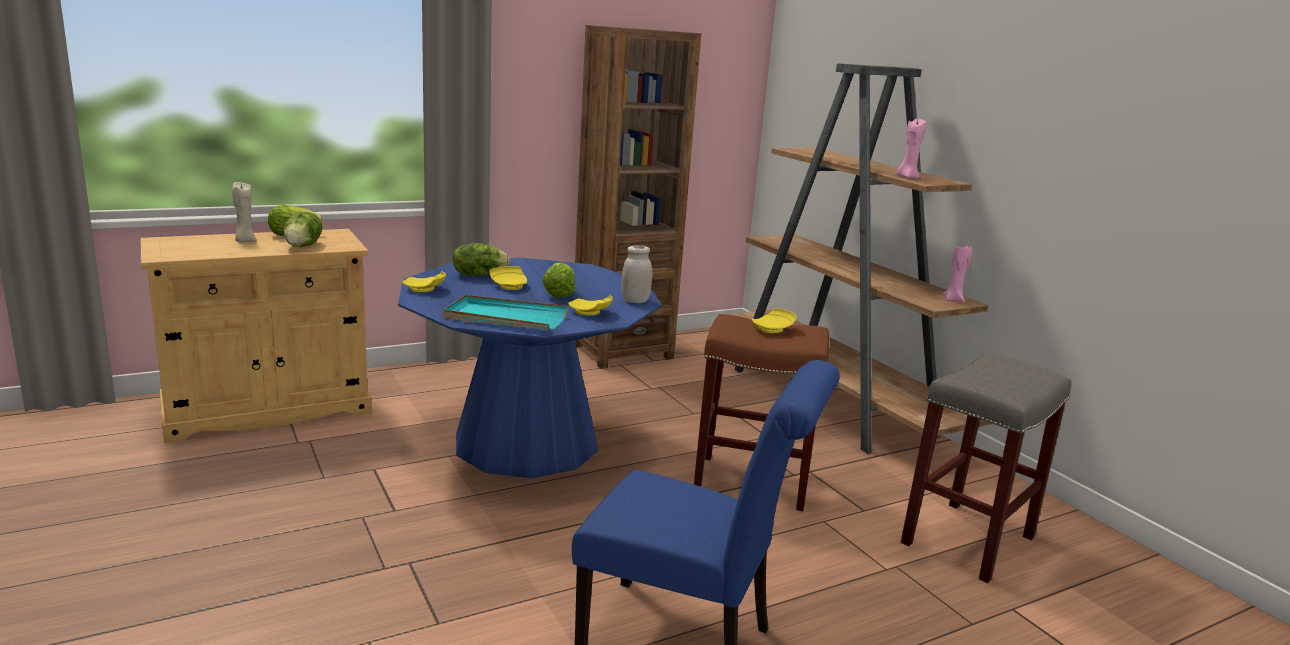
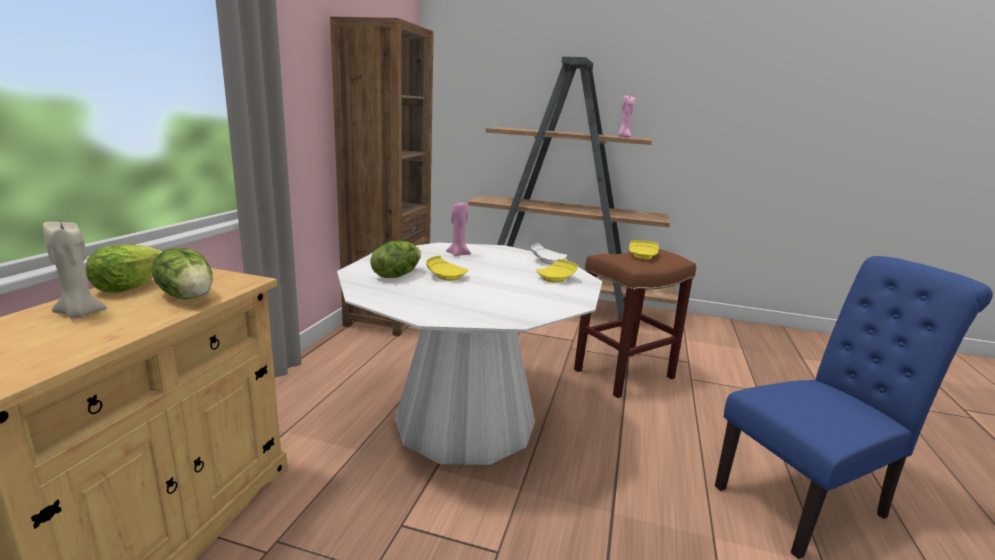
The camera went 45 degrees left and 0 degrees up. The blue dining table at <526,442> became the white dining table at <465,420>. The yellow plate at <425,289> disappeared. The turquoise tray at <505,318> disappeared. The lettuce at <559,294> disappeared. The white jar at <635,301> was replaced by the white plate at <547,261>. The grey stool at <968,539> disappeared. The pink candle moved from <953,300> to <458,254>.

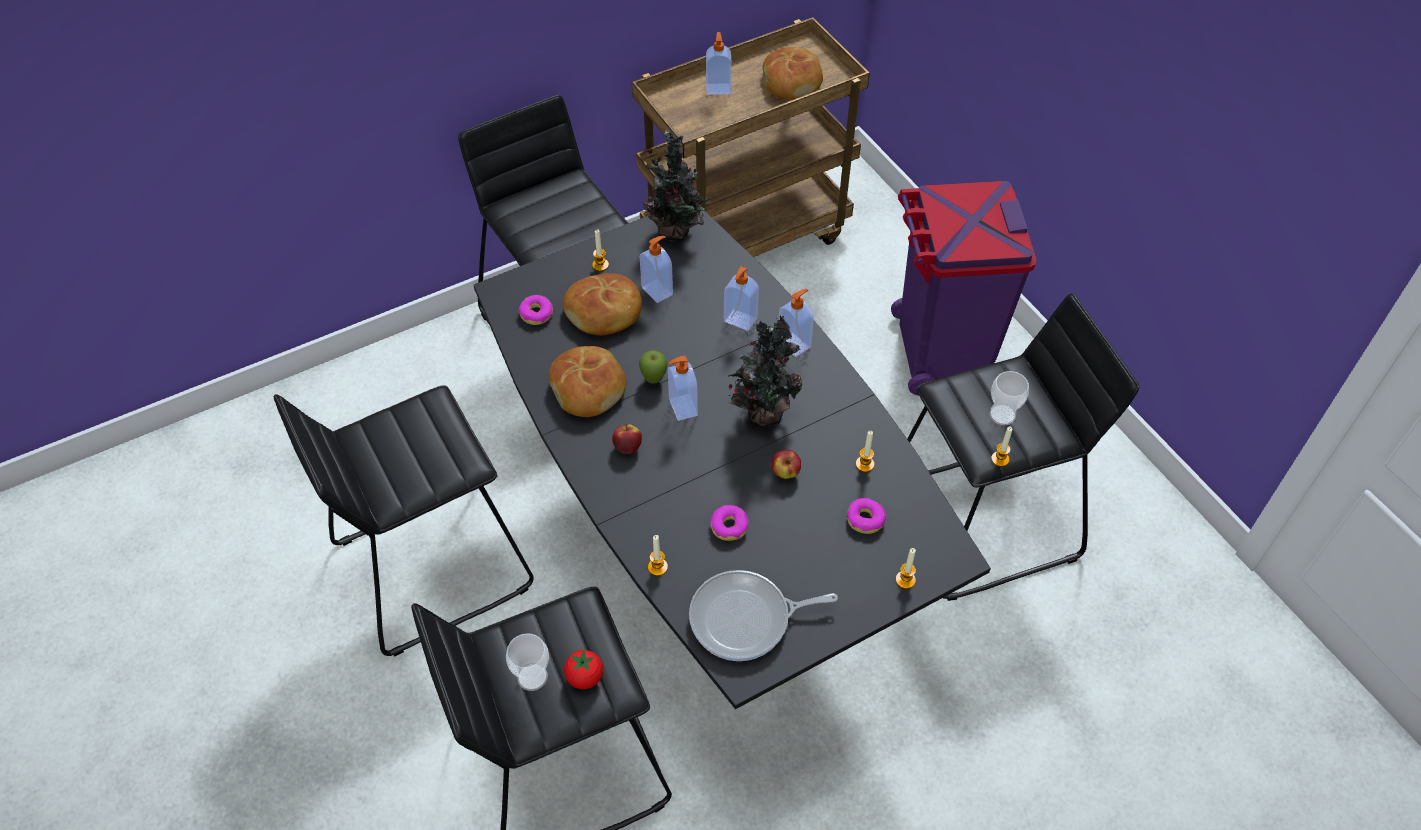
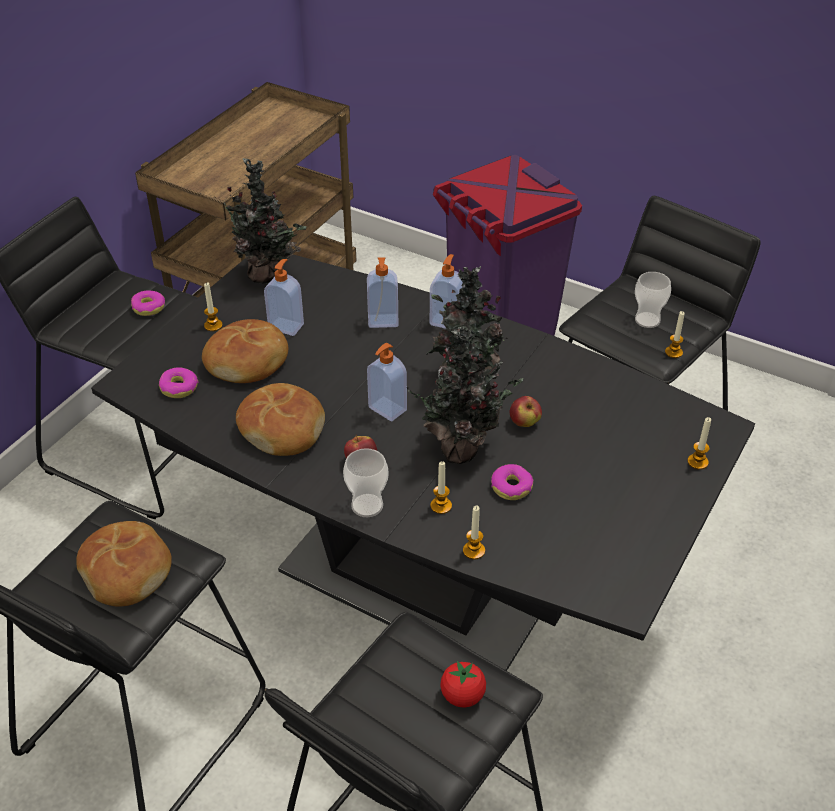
The camera went 30 degrees left and 10 degrees down. The cup moved from <532,677> to <367,505>. The apple at <654,380> disappeared. The frying pan at <745,620> disappeared. The soap dispenser at <718,88> disappeared. The bread moved from <792,81> to <127,571>. The donut moved from <865,519> to <149,307>. The candle moved from <864,464> to <441,506>. The potted plant at <462,449> appeared.

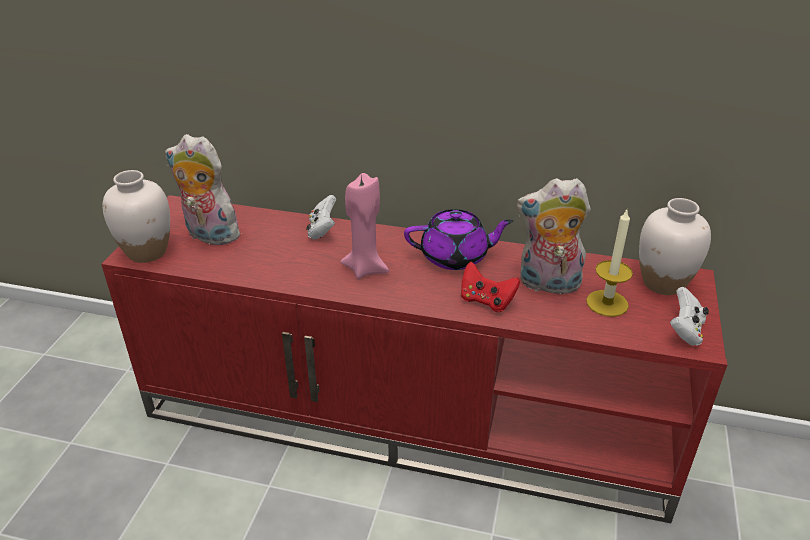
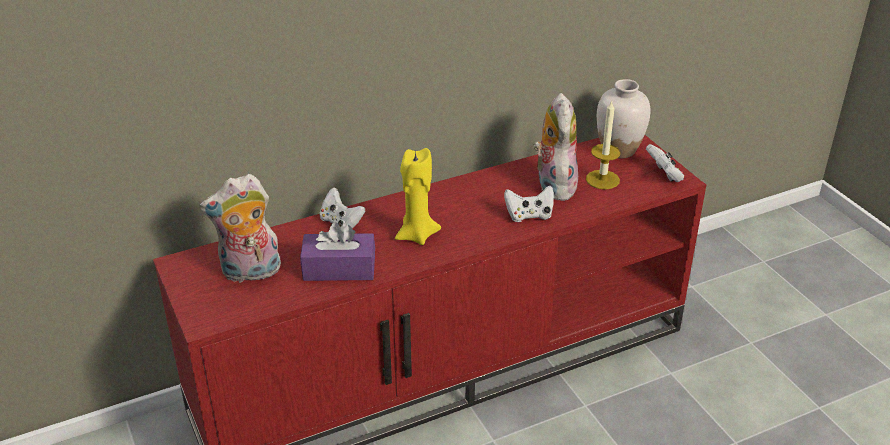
The camera went 40 degrees left and 0 degrees up. The white vase at <147,252> disappeared. The pink candle at <365,268> became the yellow candle at <416,235>. The purple teapot at <455,257> disappeared. The red game controller at <486,301> became the white game controller at <529,215>. The plush toy at <547,285> turned 120 degrees clockwise. The purple tissue box at <339,269> appeared.

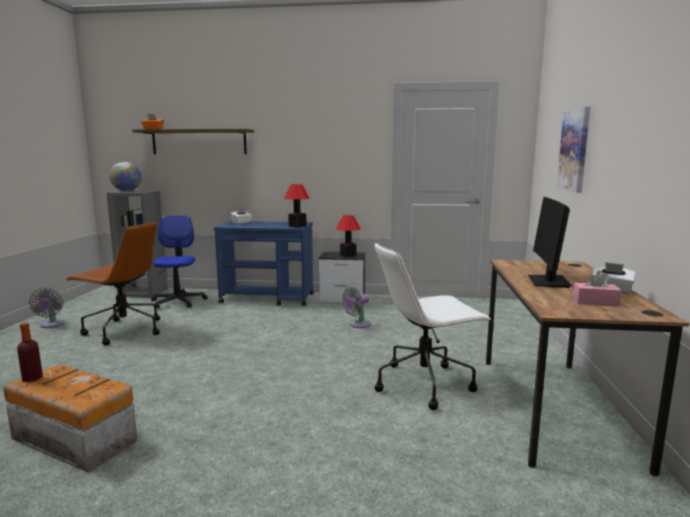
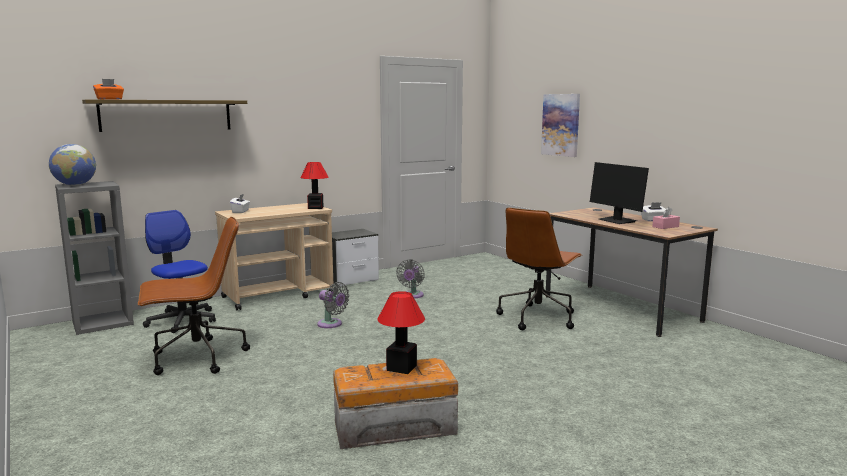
The camera went 40 degrees left and 0 degrees up. The bottle at <32,378> disappeared. The grey fan moved from <51,325> to <331,324>. The blue cart at <268,298> became the beige cart at <279,295>. The table lamp moved from <348,255> to <402,367>. The white office chair at <425,383> became the brown office chair at <537,317>.

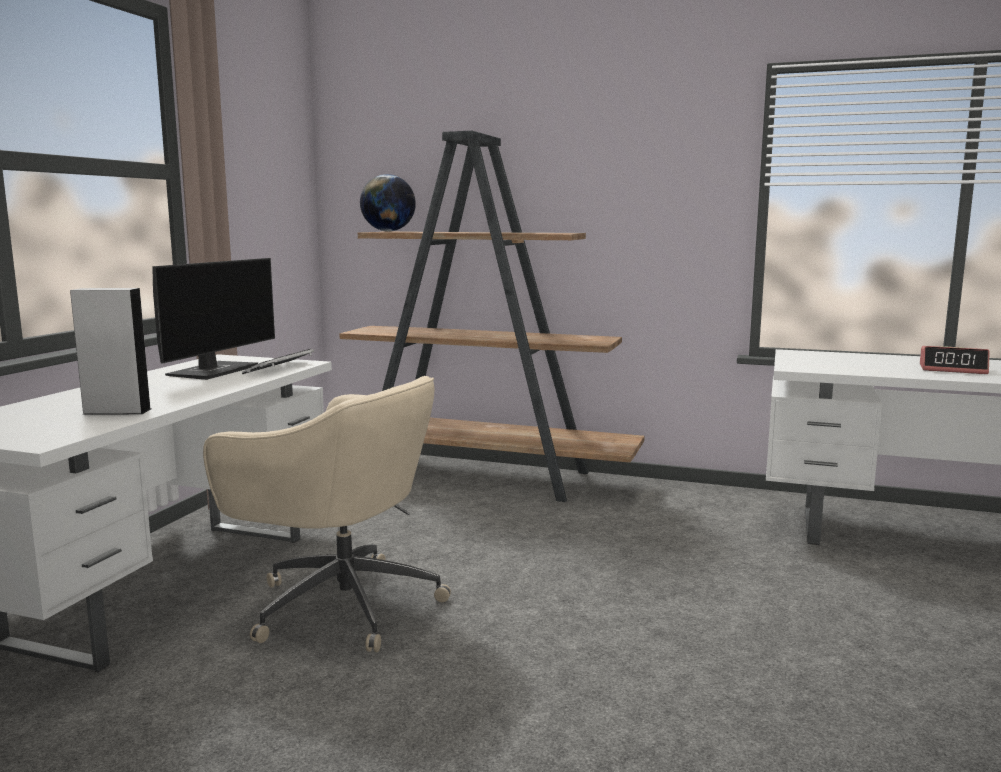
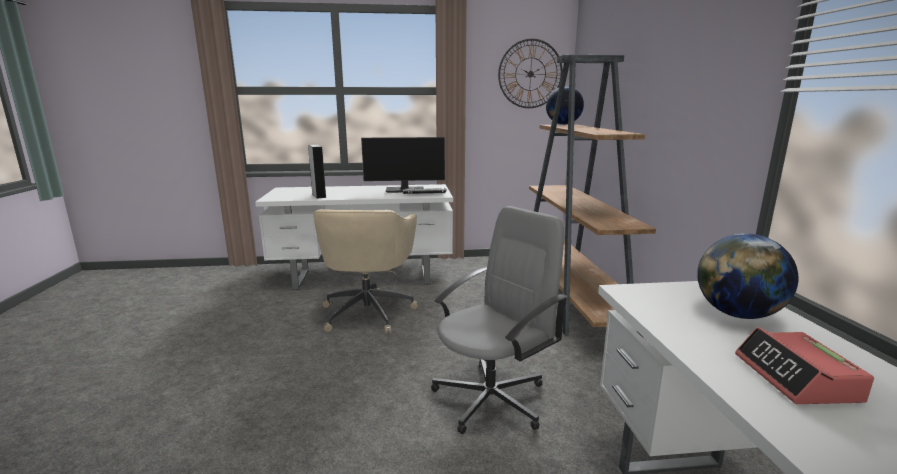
The camera went 65 degrees right and 5 degrees up. The grey office chair at <492,398> appeared. The wall clock at <530,74> appeared. The globe at <737,314> appeared.

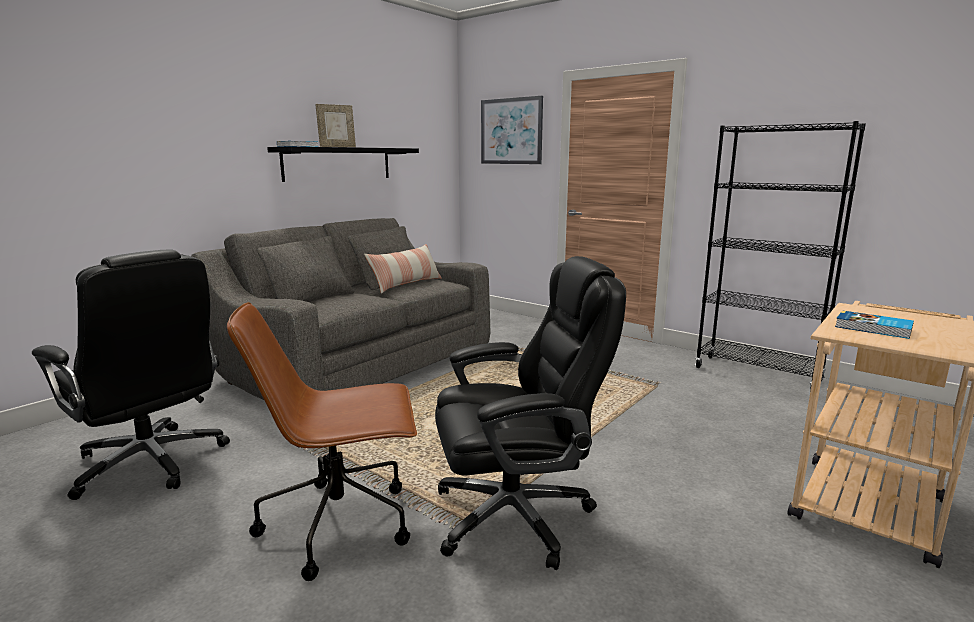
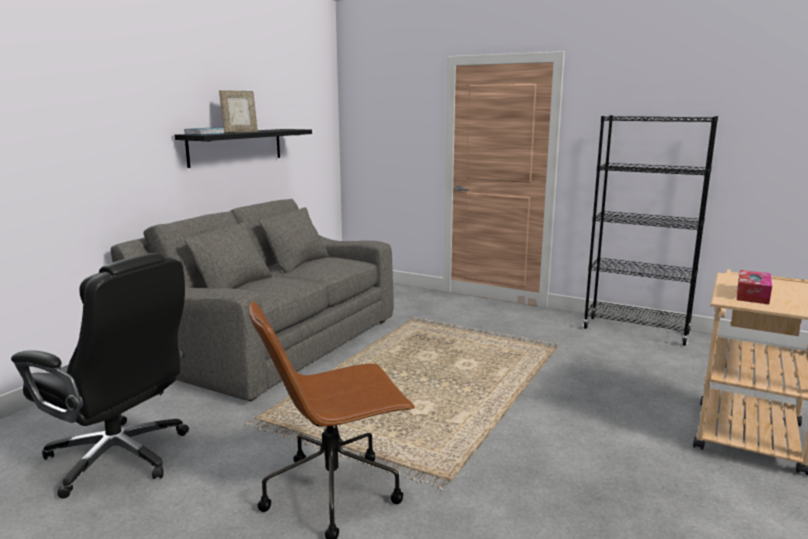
The camera went 10 degrees left and 0 degrees up. The pillow at <406,284> disappeared. The black office chair at <516,515> disappeared. The picture at <511,131> disappeared. The book at <873,328> was replaced by the tissue box at <752,295>.

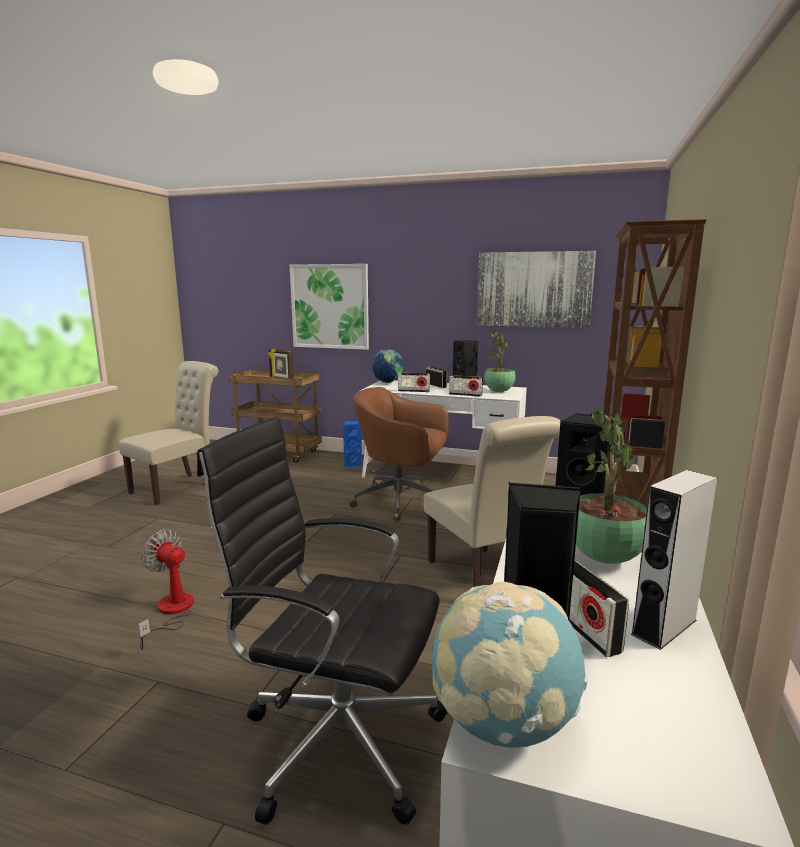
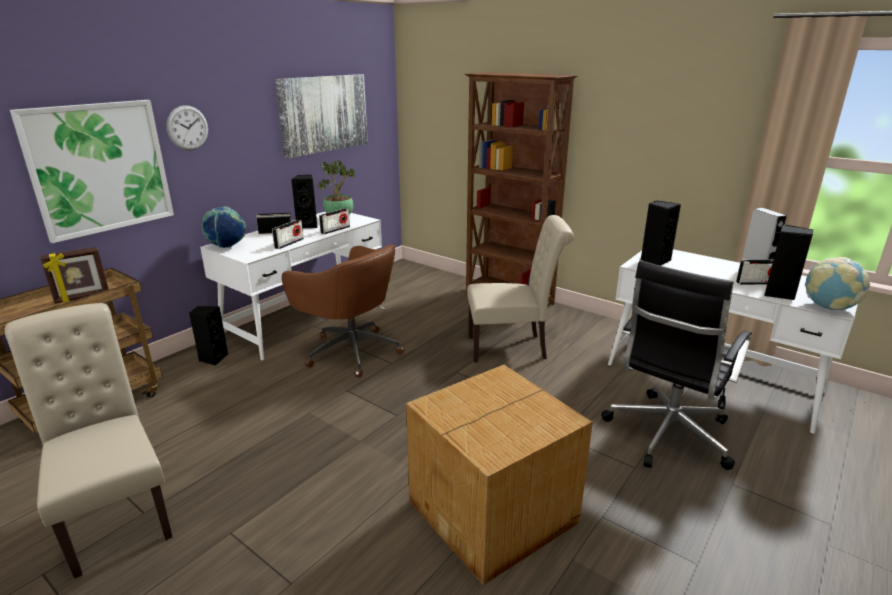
The camera went 70 degrees left and 10 degrees up. The fan at <171,612> was replaced by the cardboard box at <495,512>. The blue speaker at <352,464> became the black speaker at <213,358>. The brown office chair at <401,502> turned 90 degrees counterclockwise. The potted plant at <605,560> disappeared. The wall clock at <187,128> appeared.

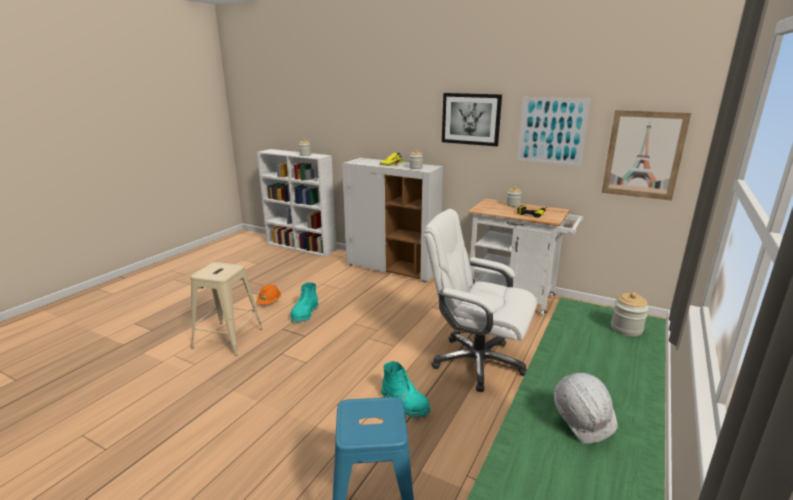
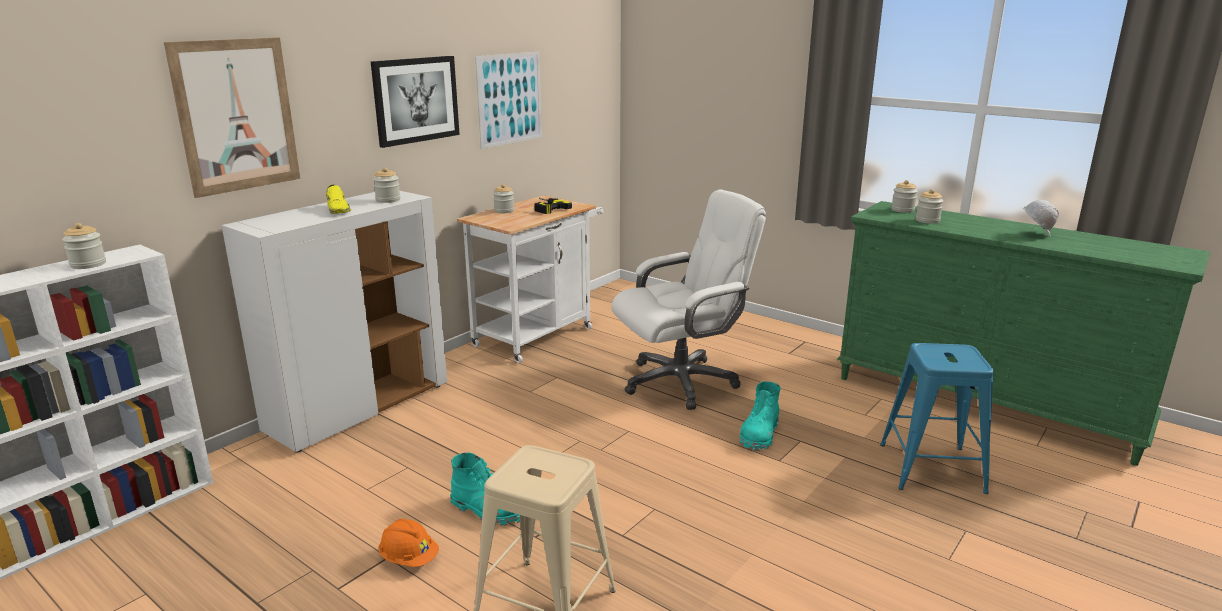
The camera went 80 degrees left and 0 degrees up. The turquoise boot at <405,404> turned 150 degrees clockwise. The white office chair at <476,362> turned 150 degrees counterclockwise. The picture moved from <643,155> to <236,116>. The jar at <927,220> appeared.

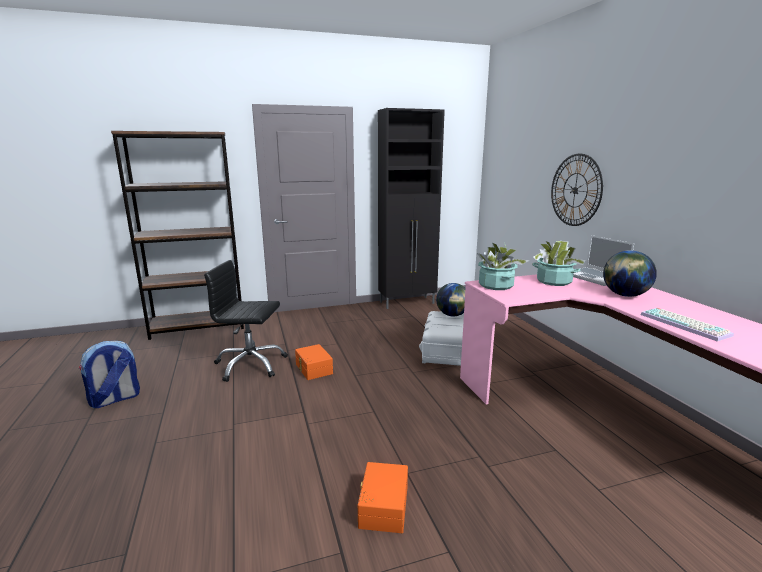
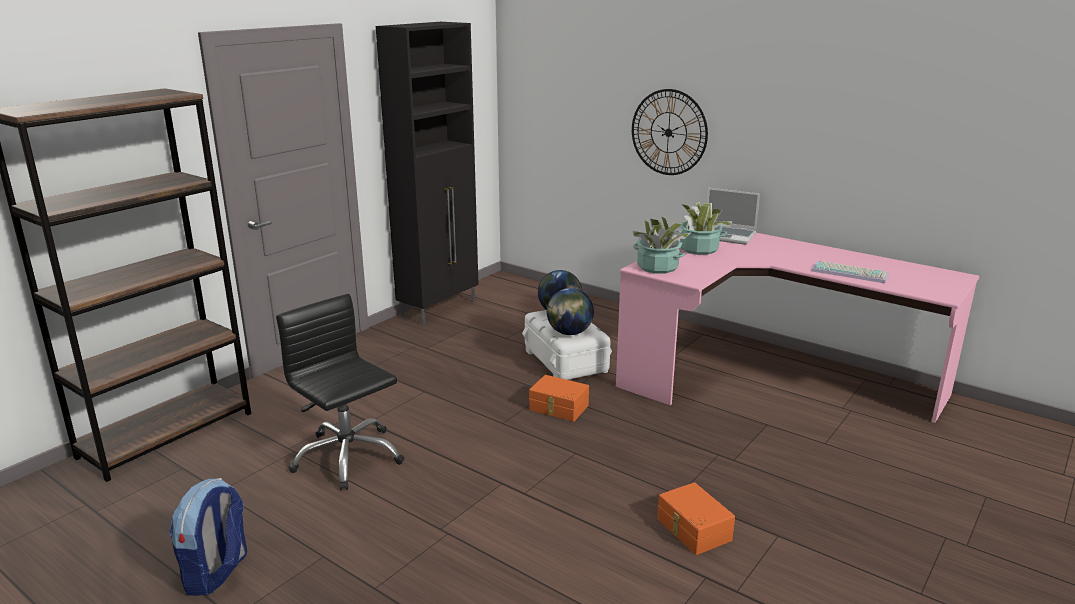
The camera went 35 degrees left and 5 degrees up. The black office chair at <250,365> turned 75 degrees clockwise. The orange storage box moved from <313,369> to <558,408>. The globe moved from <625,295> to <569,333>.

